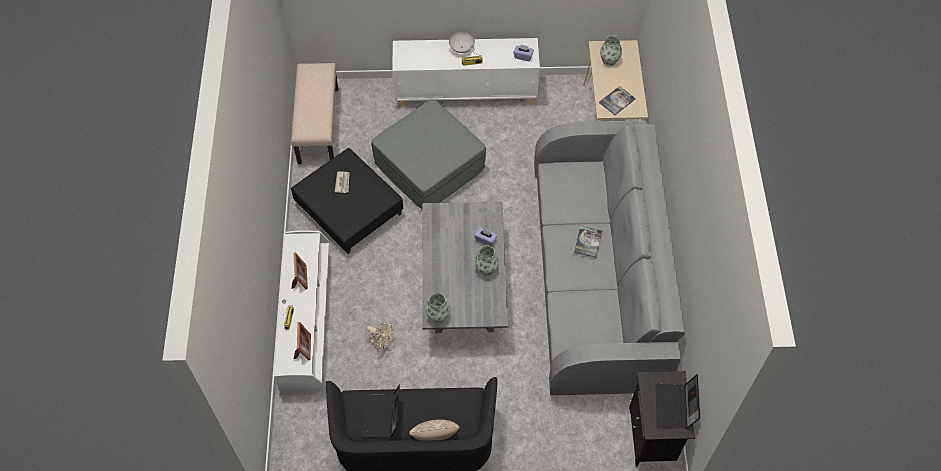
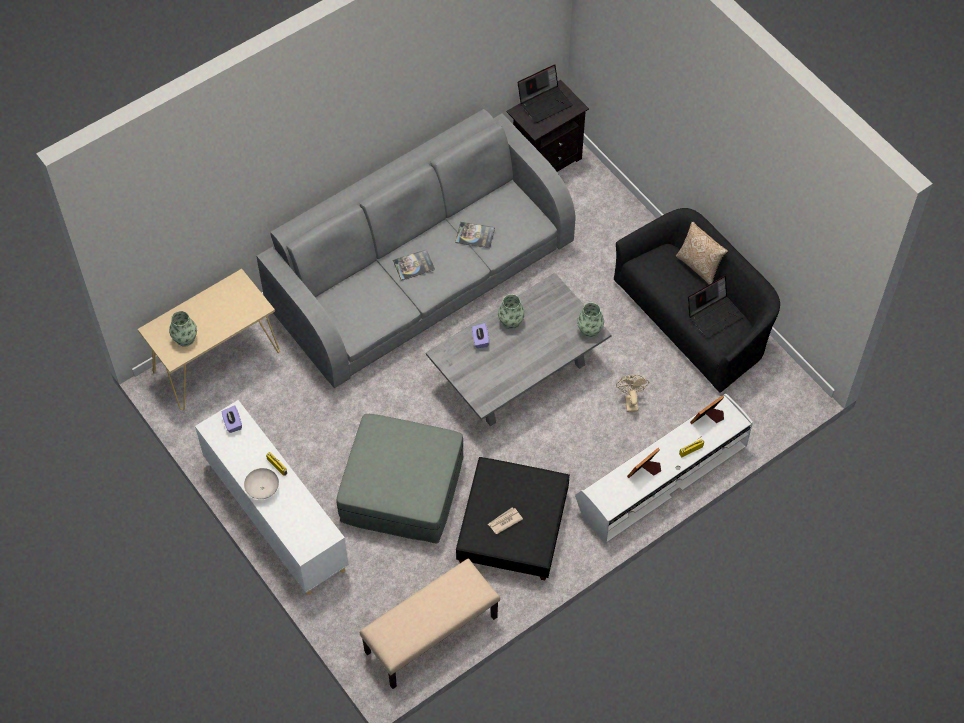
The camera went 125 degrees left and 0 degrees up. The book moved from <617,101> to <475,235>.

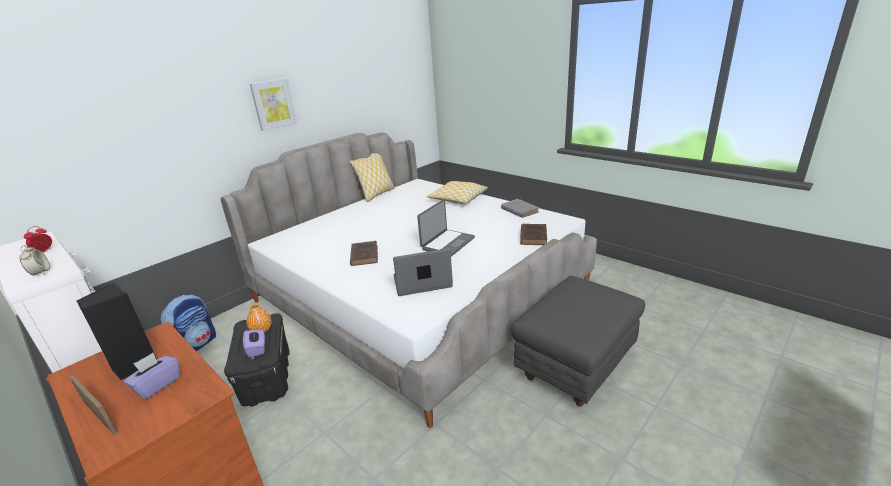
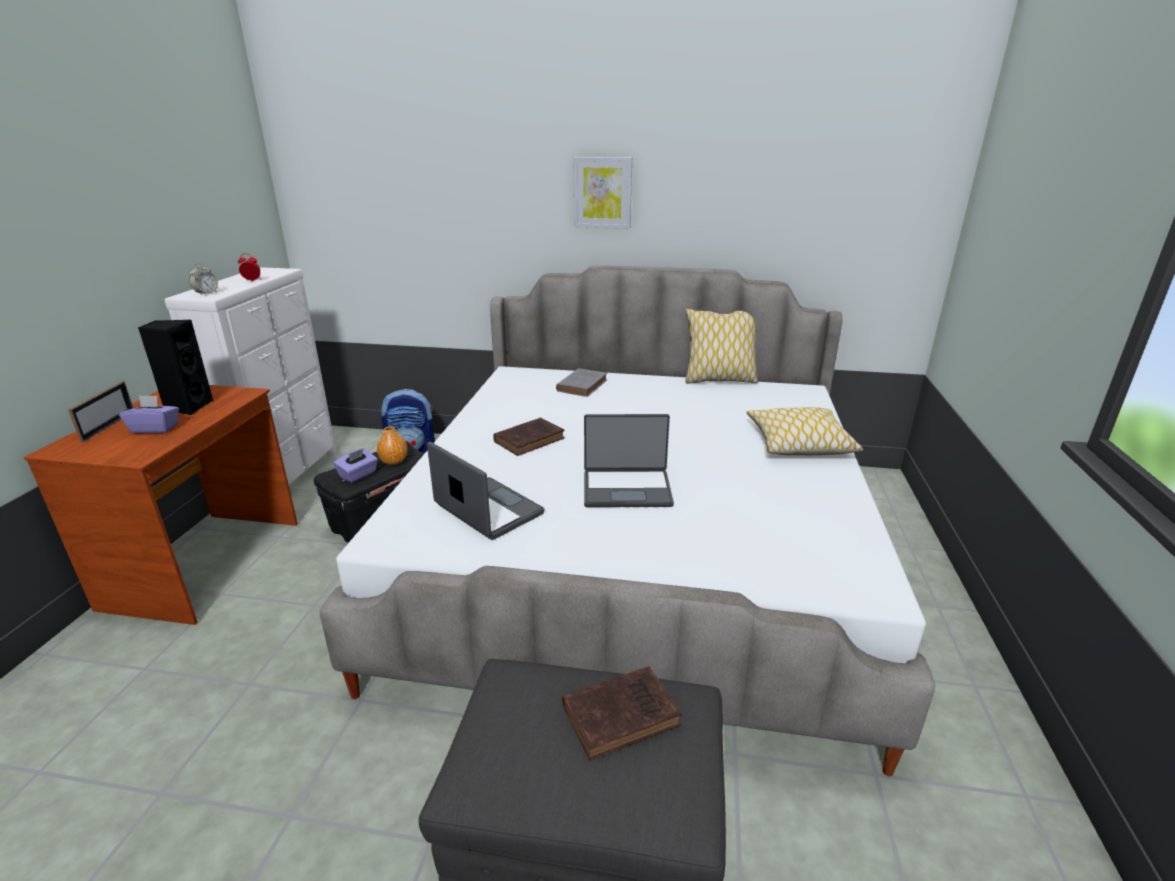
The camera went 55 degrees right and 0 degrees up. The grey book moved from <519,210> to <582,385>. The brown book moved from <533,236> to <623,714>.

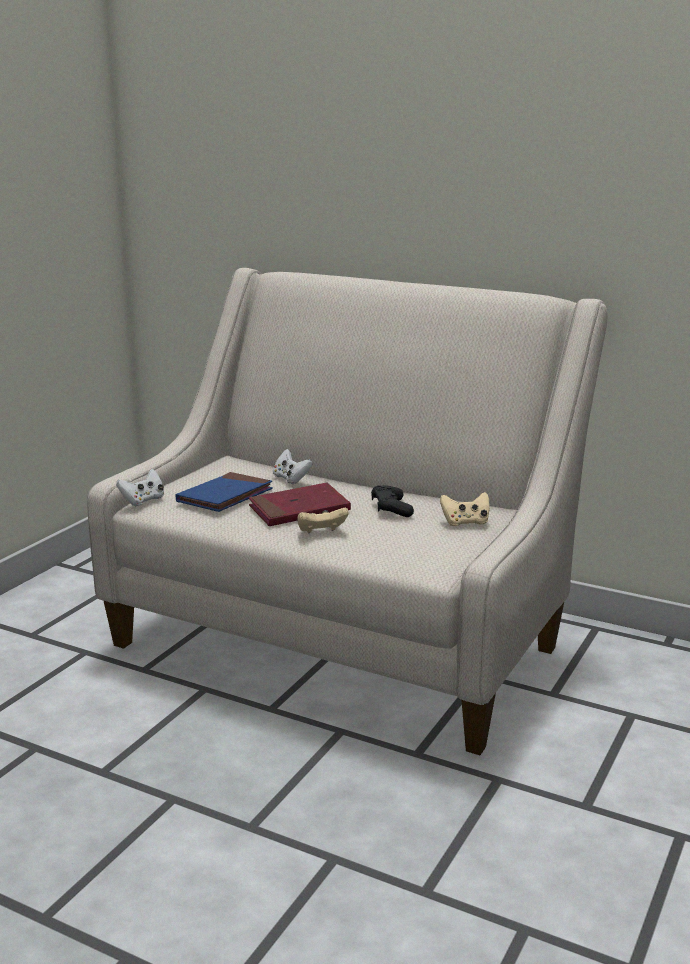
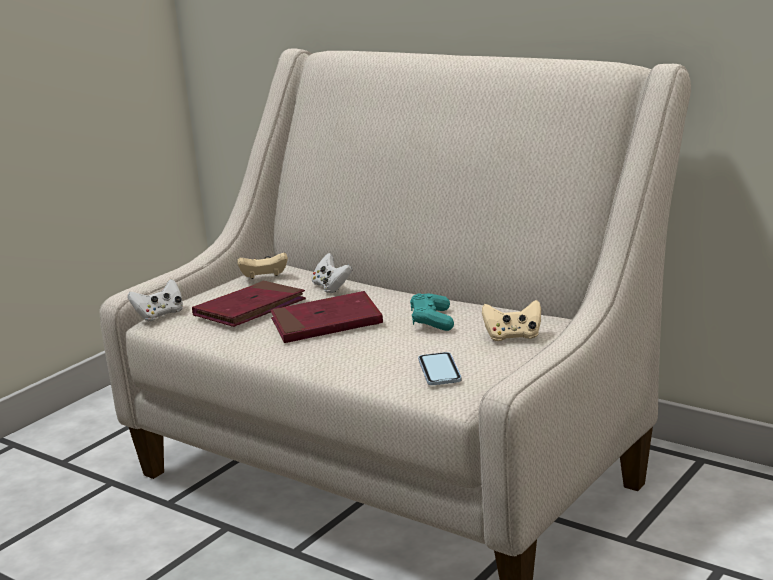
The camera went 10 degrees right and 0 degrees up. The blue book at <225,497> became the red book at <250,309>. The beige game controller moved from <321,532> to <264,278>. The black game controller at <391,509> became the turquoise game controller at <432,321>. The phone at <439,371> appeared.

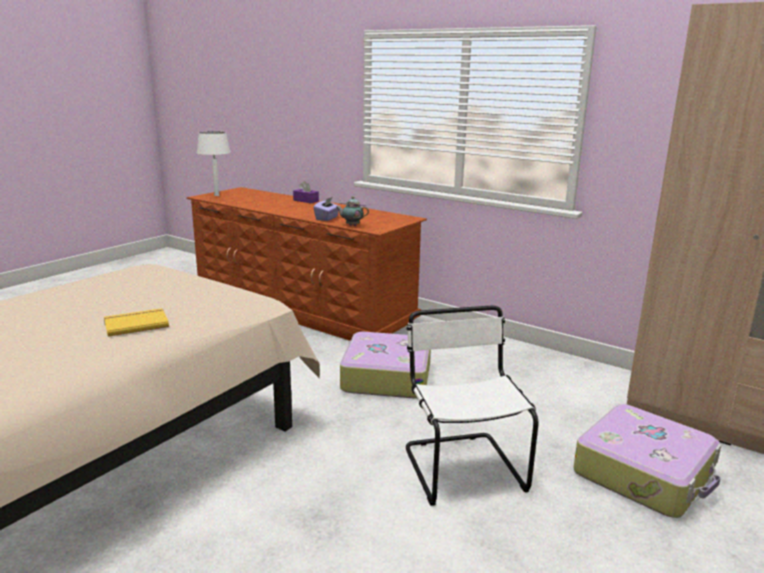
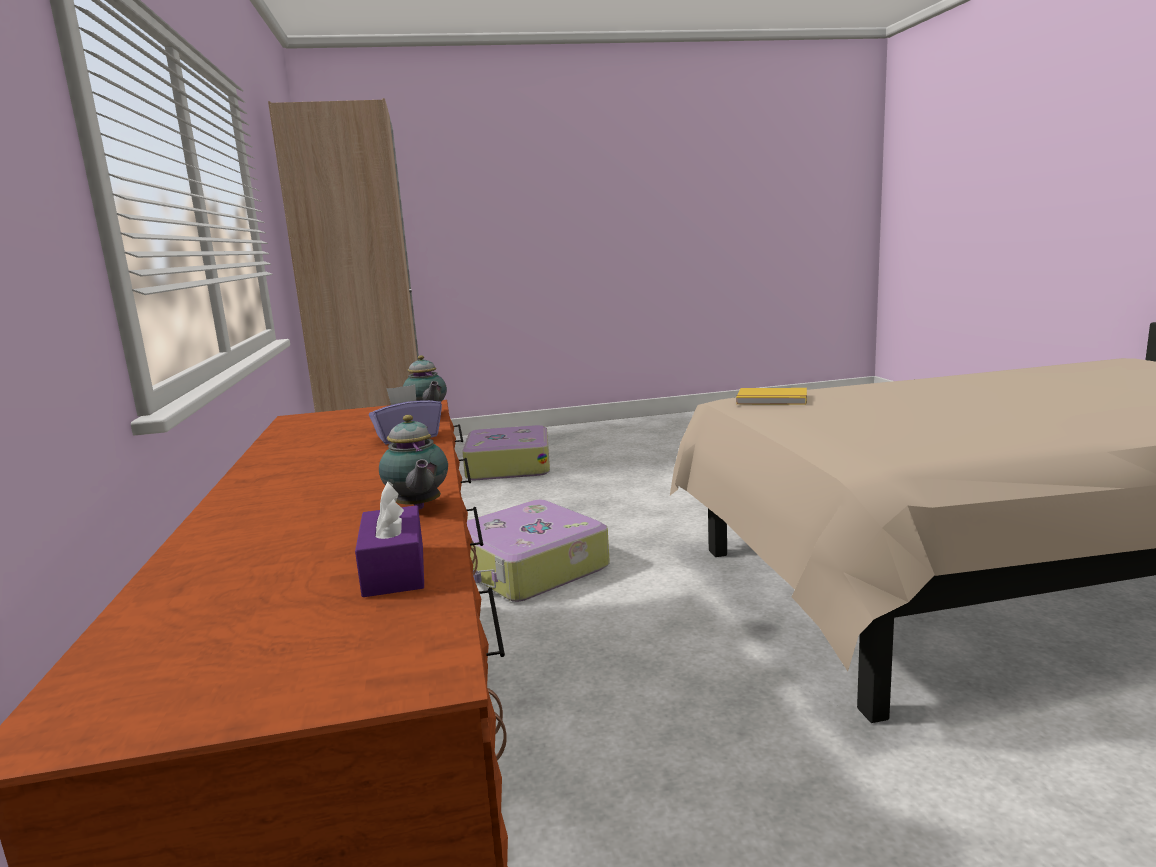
The camera went 135 degrees left and 5 degrees down. The yellow book moved from <136,324> to <772,400>. The white table lamp at <216,195> disappeared. The purple tissue box moved from <306,201> to <394,570>. The white chair at <461,466> disappeared. The teapot at <418,508> appeared.

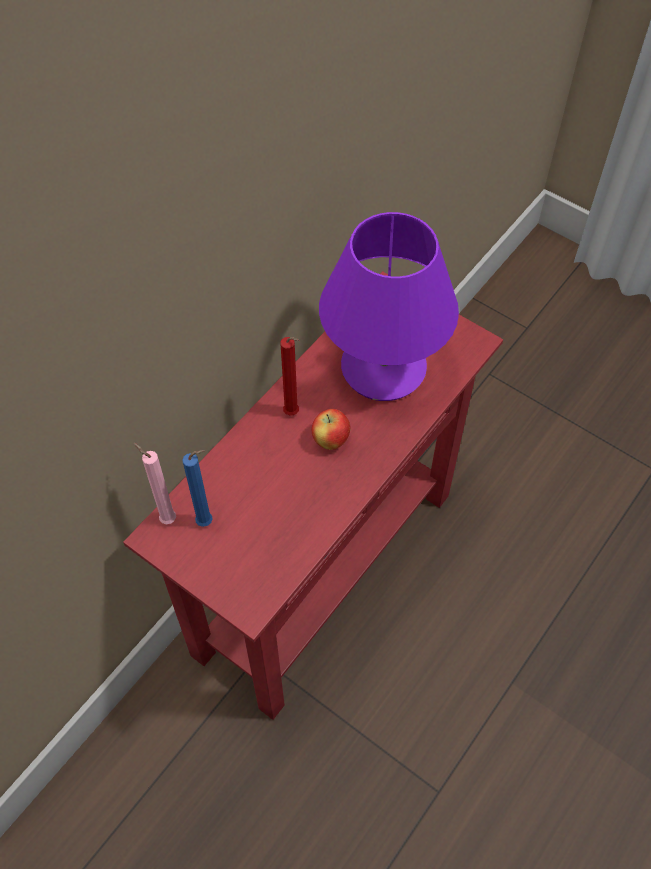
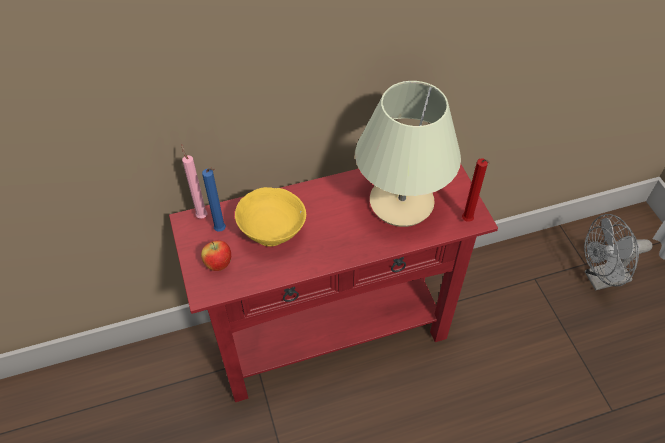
The camera went 35 degrees right and 5 degrees down. The red candle moved from <293,414> to <467,221>. The apple moved from <330,441> to <218,264>. The purple table lamp at <383,369> became the beige table lamp at <401,203>. The yellow bowl at <273,232> appeared. The grey fan at <600,279> appeared.

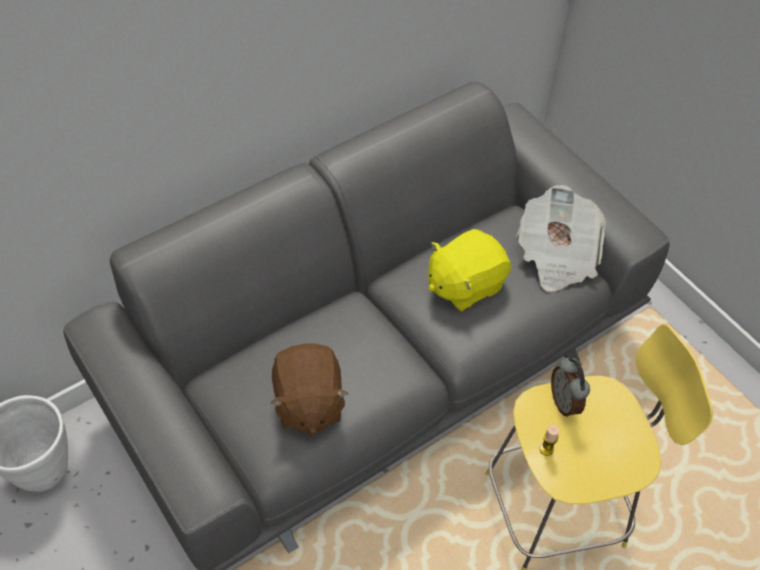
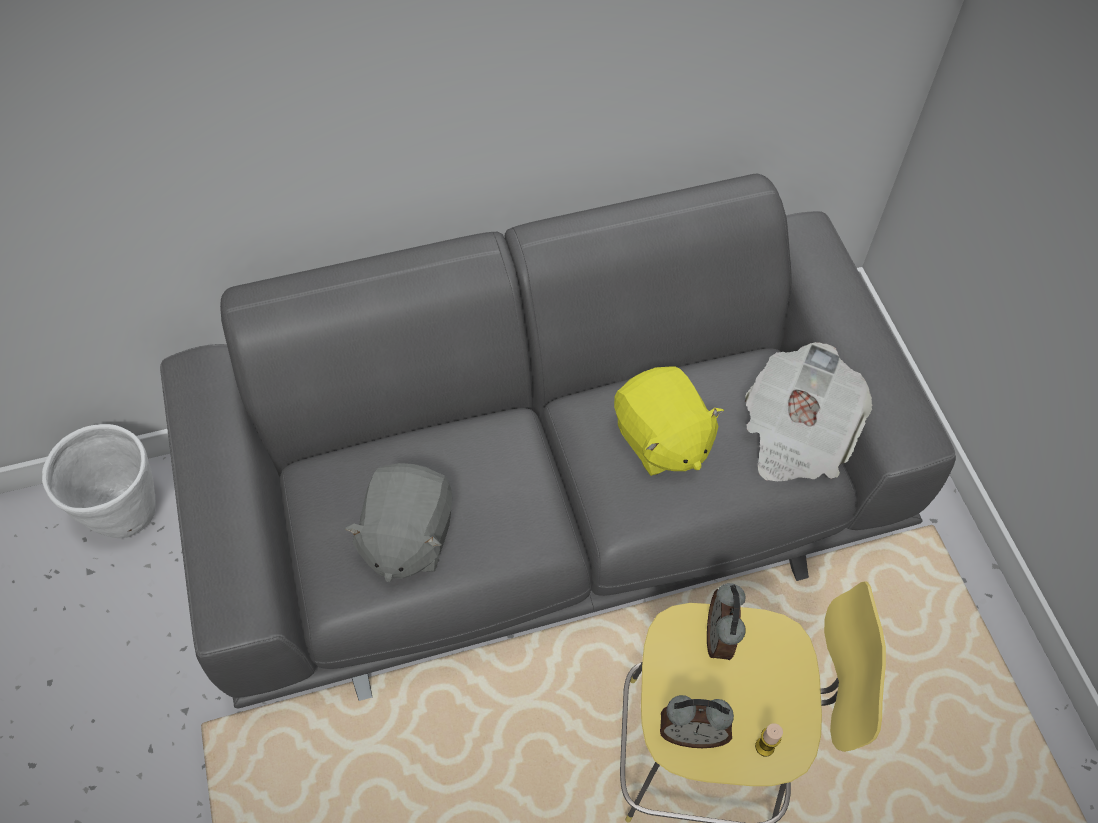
The camera went 20 degrees right and 5 degrees up. The brown plush toy at <308,403> became the grey plush toy at <407,536>. The yellow plush toy at <465,284> turned 105 degrees counterclockwise. The candle moved from <546,449> to <764,746>. The alarm clock at <692,732> appeared.

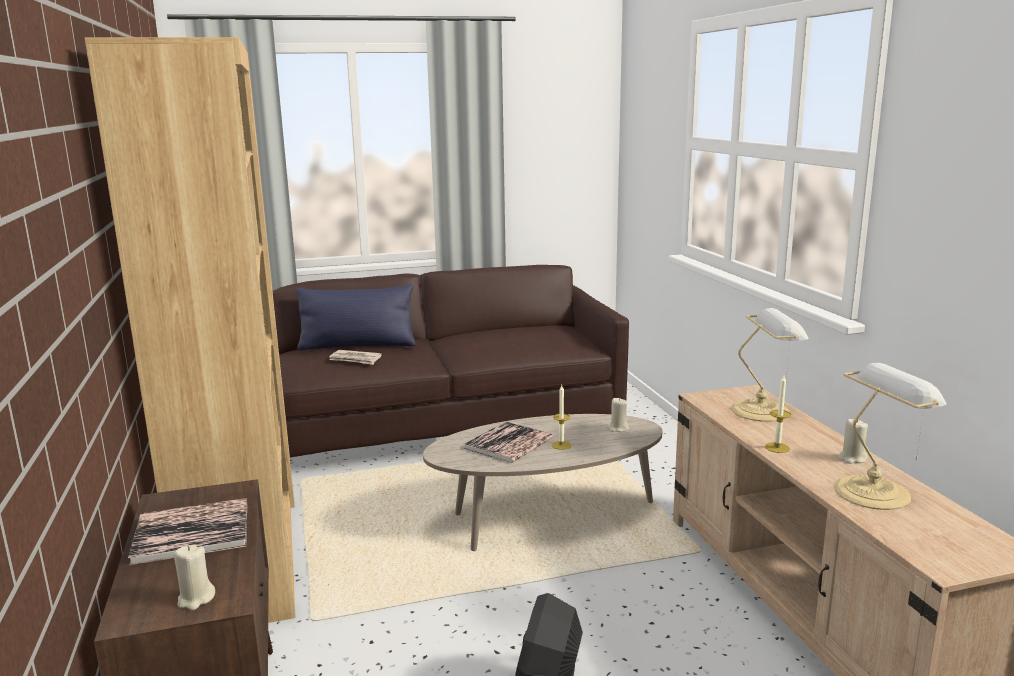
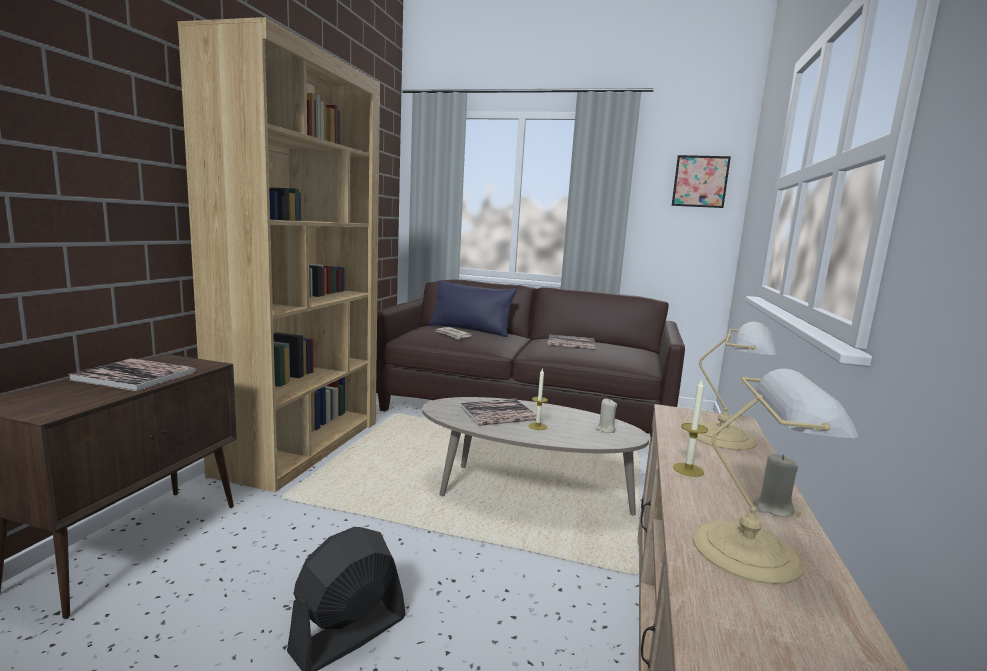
The camera went 30 degrees right and 5 degrees down. The beige candle at <196,599> disappeared. The book at <571,343> appeared. The picture at <700,181> appeared.

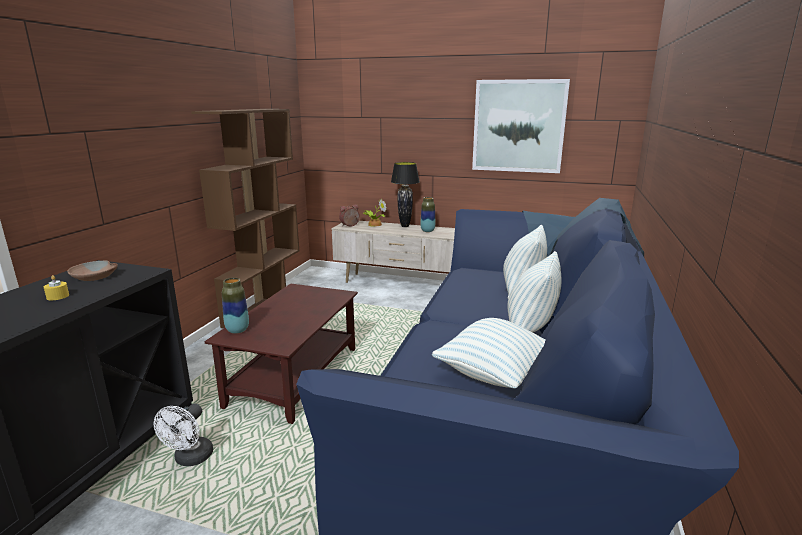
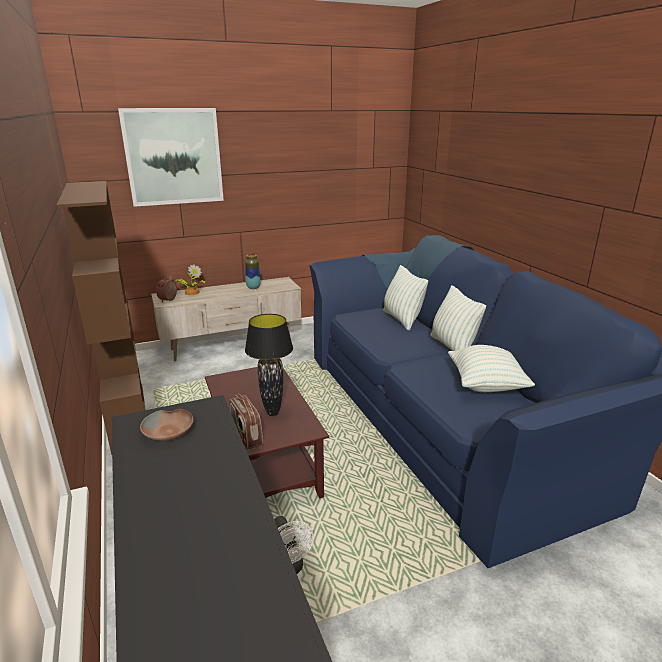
The camera went 40 degrees left and 5 degrees up. The yellow candle at <58,296> disappeared. The vase at <237,330> was replaced by the radio at <246,436>. The black table lamp moved from <405,226> to <272,412>. The picture moved from <518,126> to <173,157>.

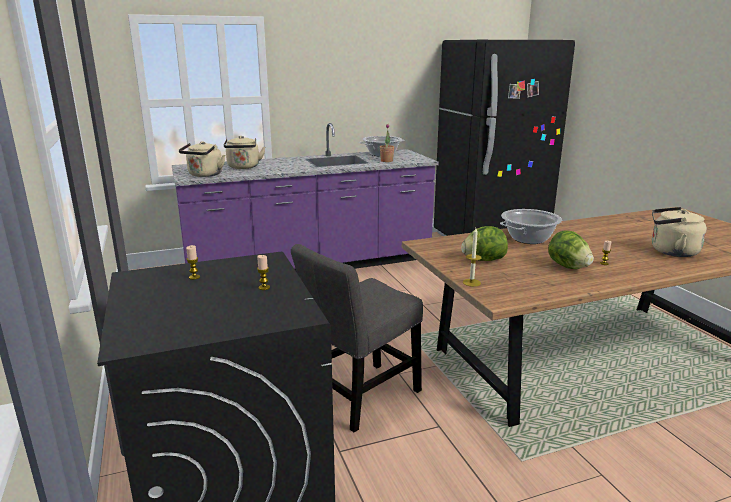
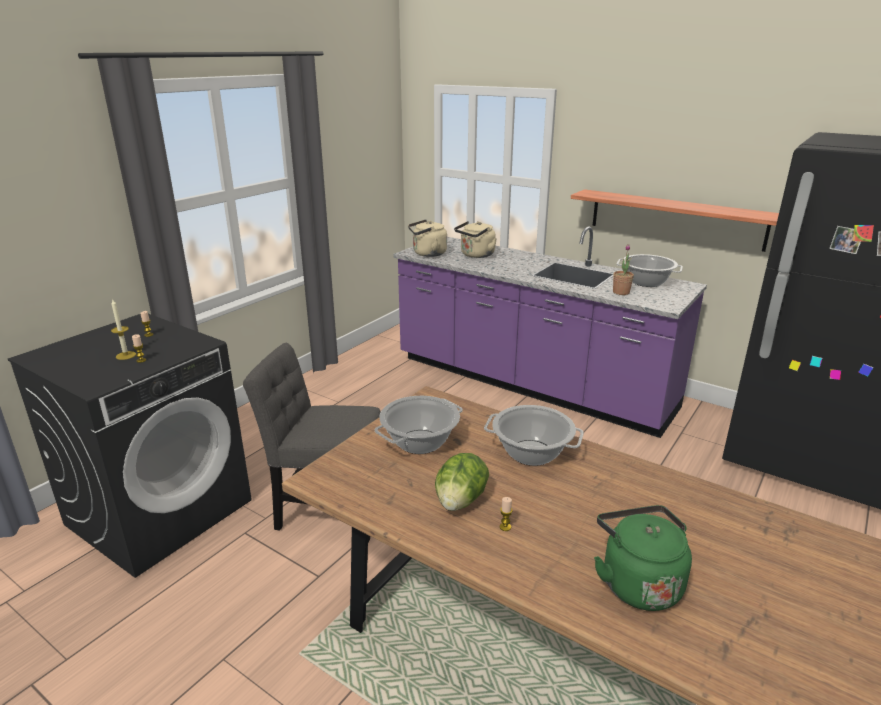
The camera went 55 degrees right and 5 degrees up. The lettuce at <483,260> was replaced by the cooking pot at <420,442>. The candle moved from <471,282> to <126,355>. The beige kettle at <670,251> became the green kettle at <637,582>. The shelf at <676,219> appeared.

